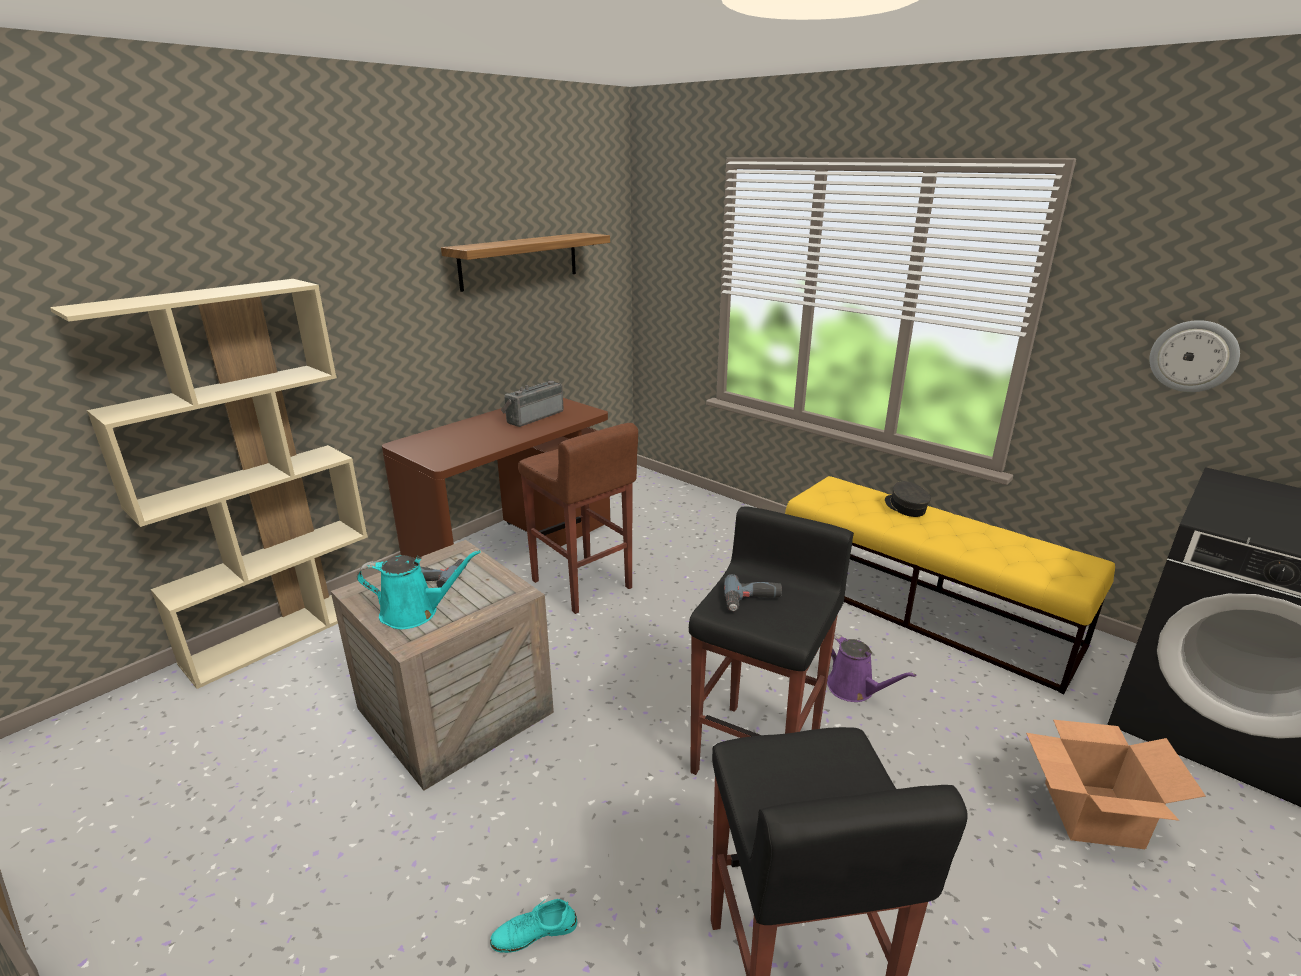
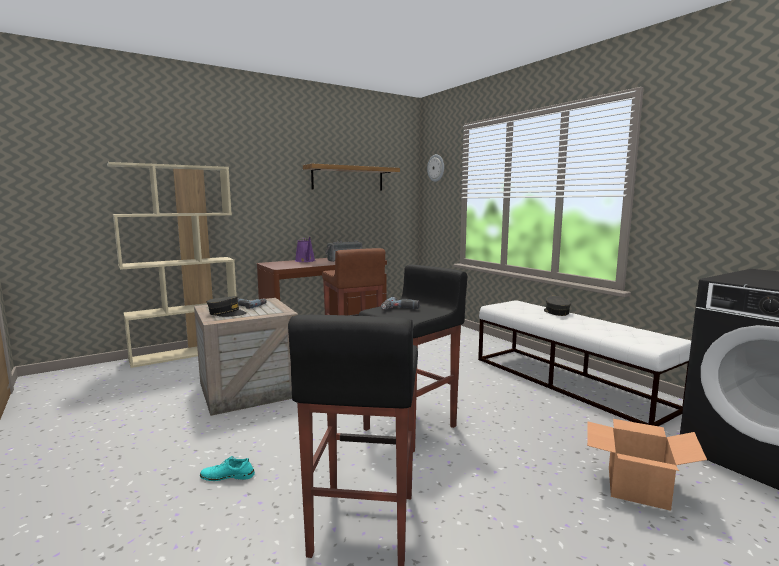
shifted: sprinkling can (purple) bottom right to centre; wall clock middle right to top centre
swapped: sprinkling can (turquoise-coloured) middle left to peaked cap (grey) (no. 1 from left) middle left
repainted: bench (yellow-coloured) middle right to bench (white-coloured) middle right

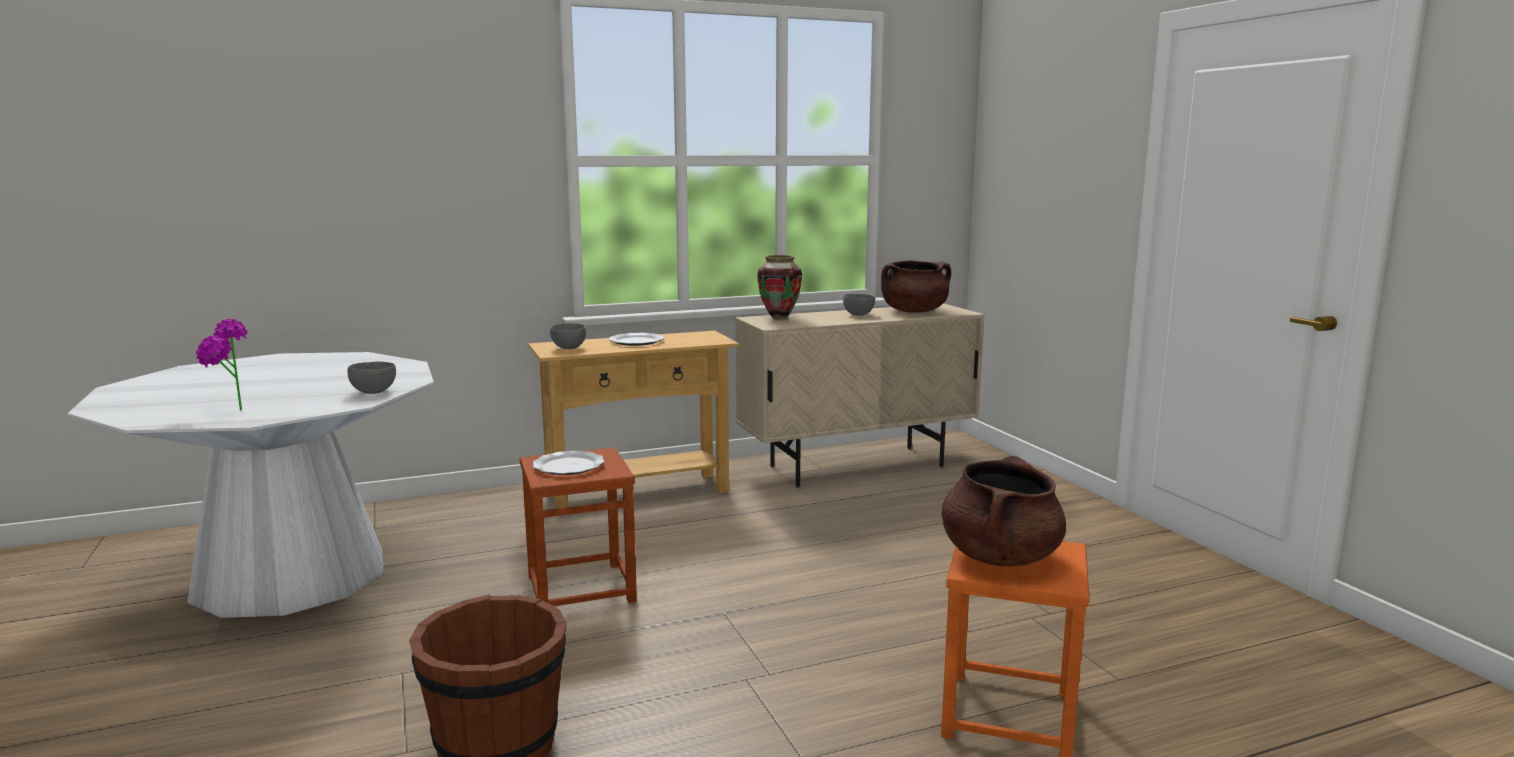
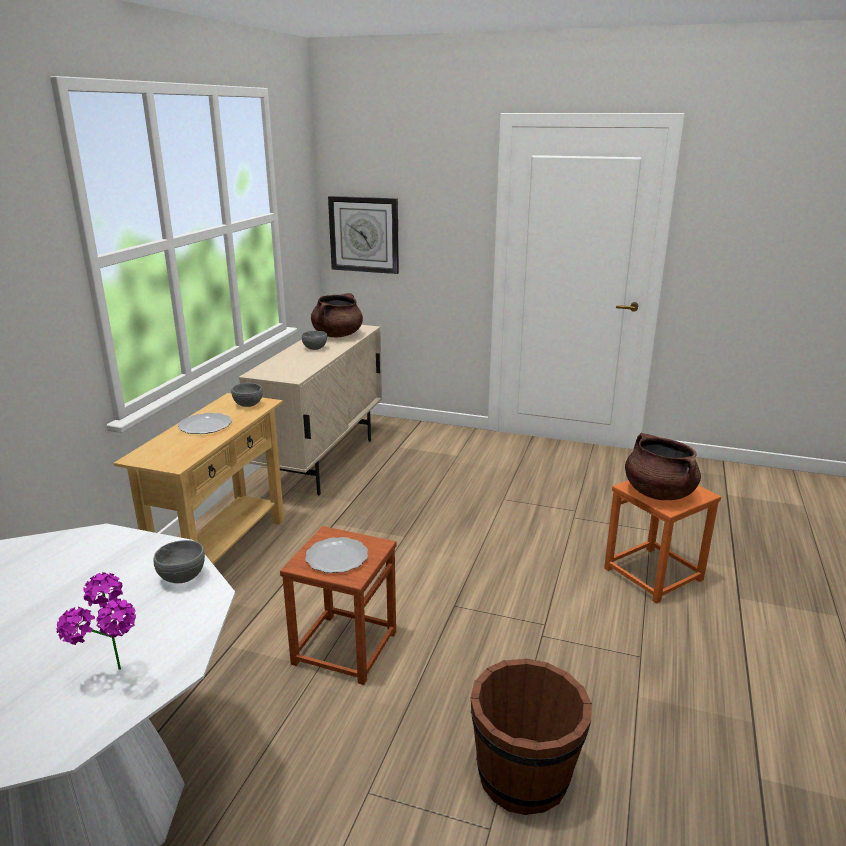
gone: vase centre
new: wall clock top centre
shifted: bowl (grey) (no. 2 from left) centre to middle left

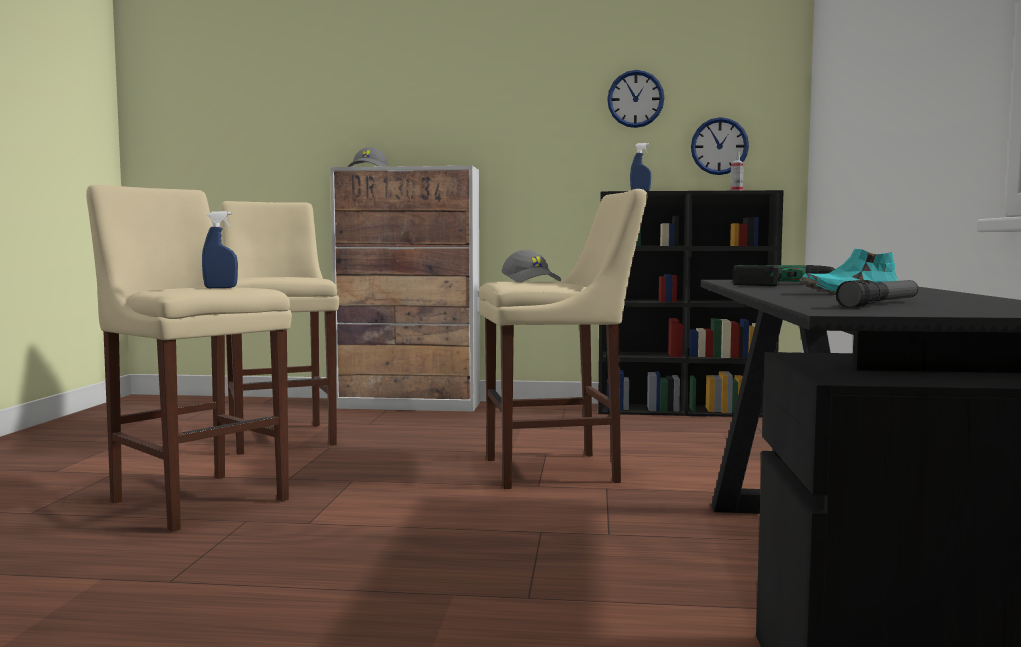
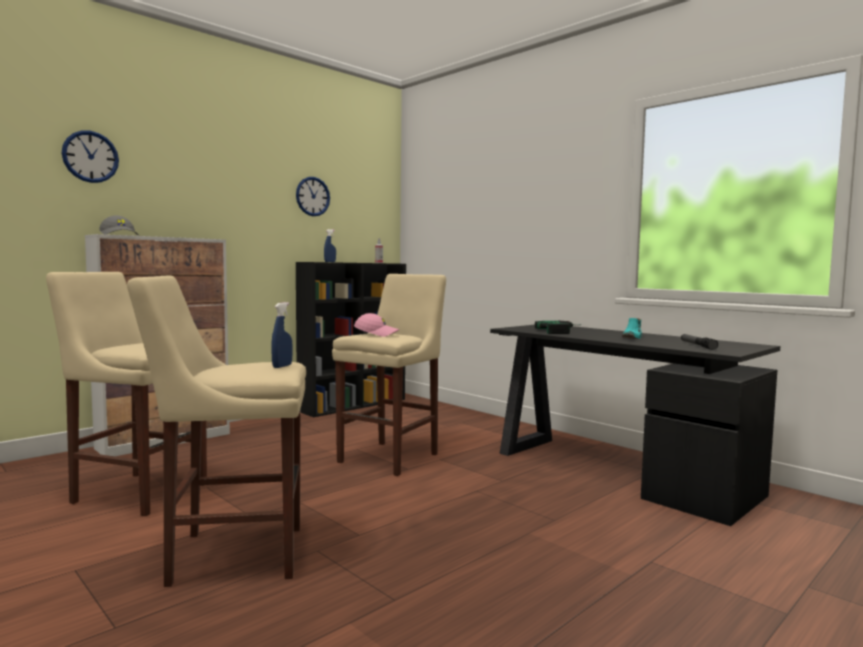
shifted: wall clock (no. 2 from left in the first image) top right to wall clock (no. 1 from left) top left
repainted: peaked cap (grey) (no. 2 from left) centre to peaked cap (pink) centre

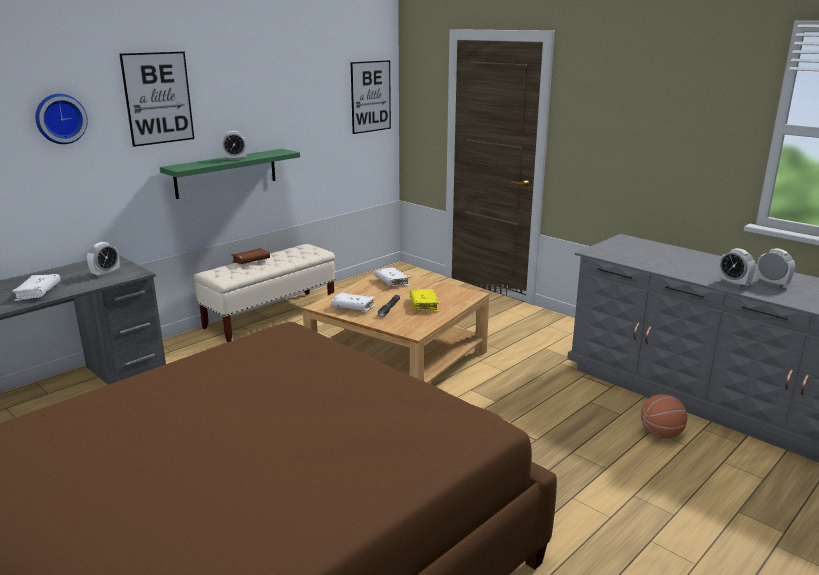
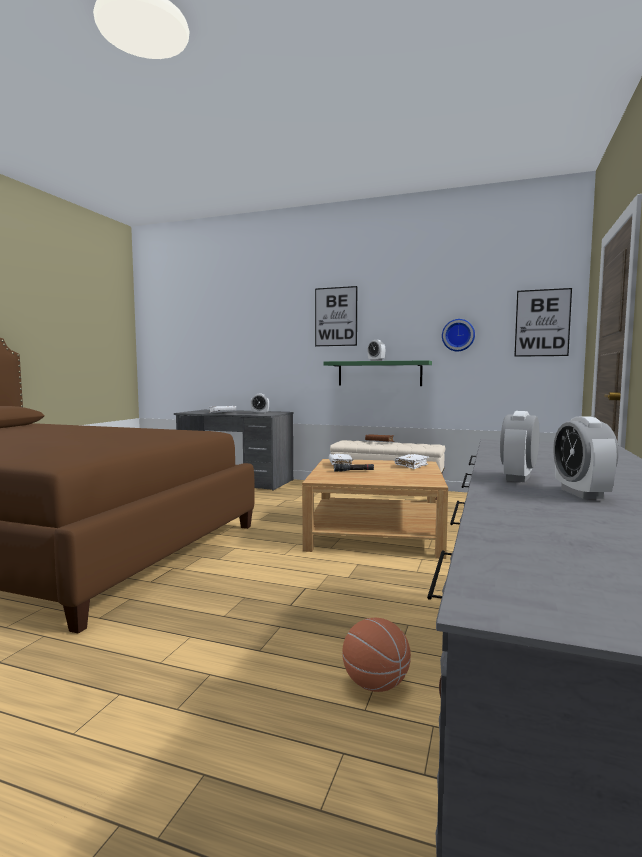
gone: volume (yellow-coloured) centre
shifted: wall clock top left to middle right
rotated: bedside clock (no. 4 from left) middle right = middle right 150 degrees clockwise

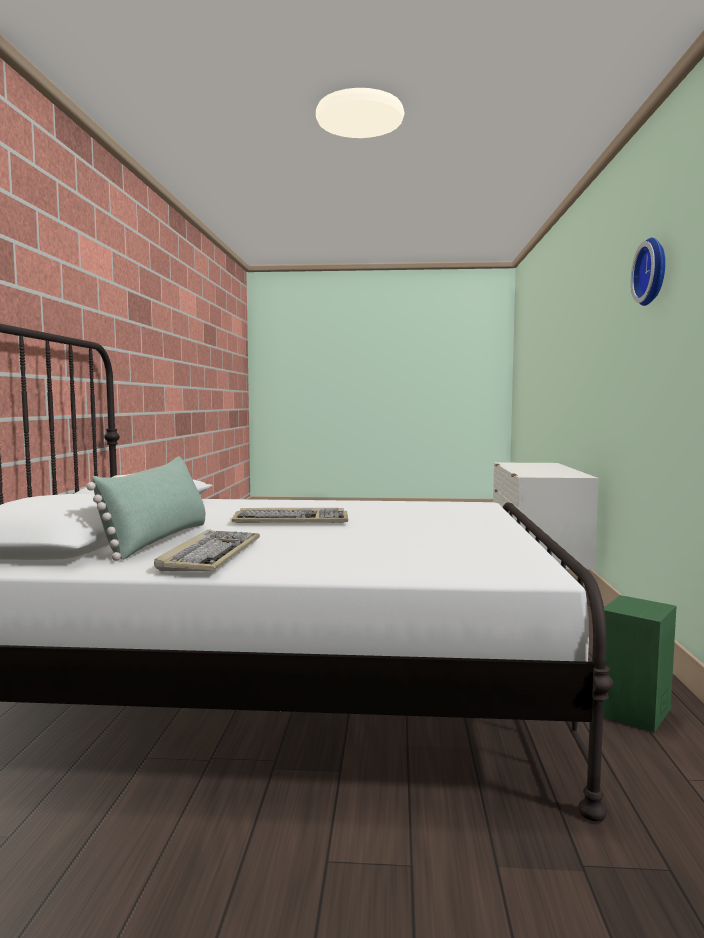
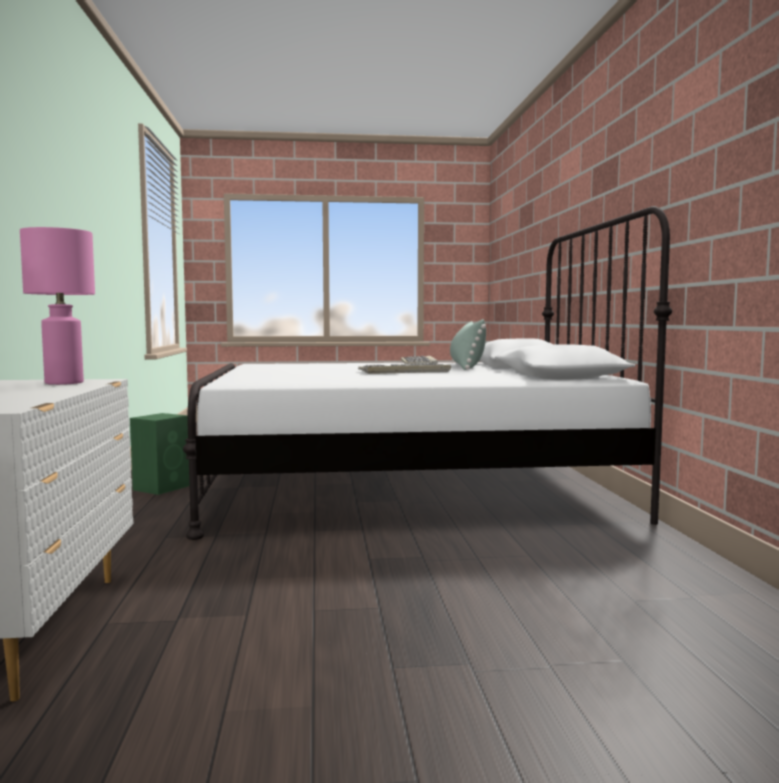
gone: wall clock top right
new: lamp for a table (pink) middle left

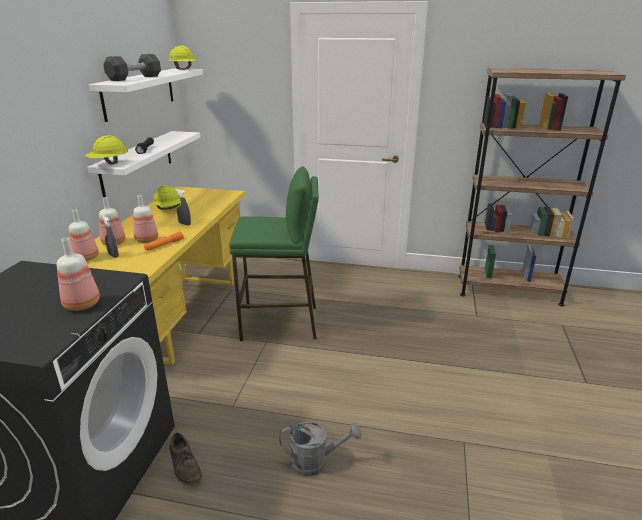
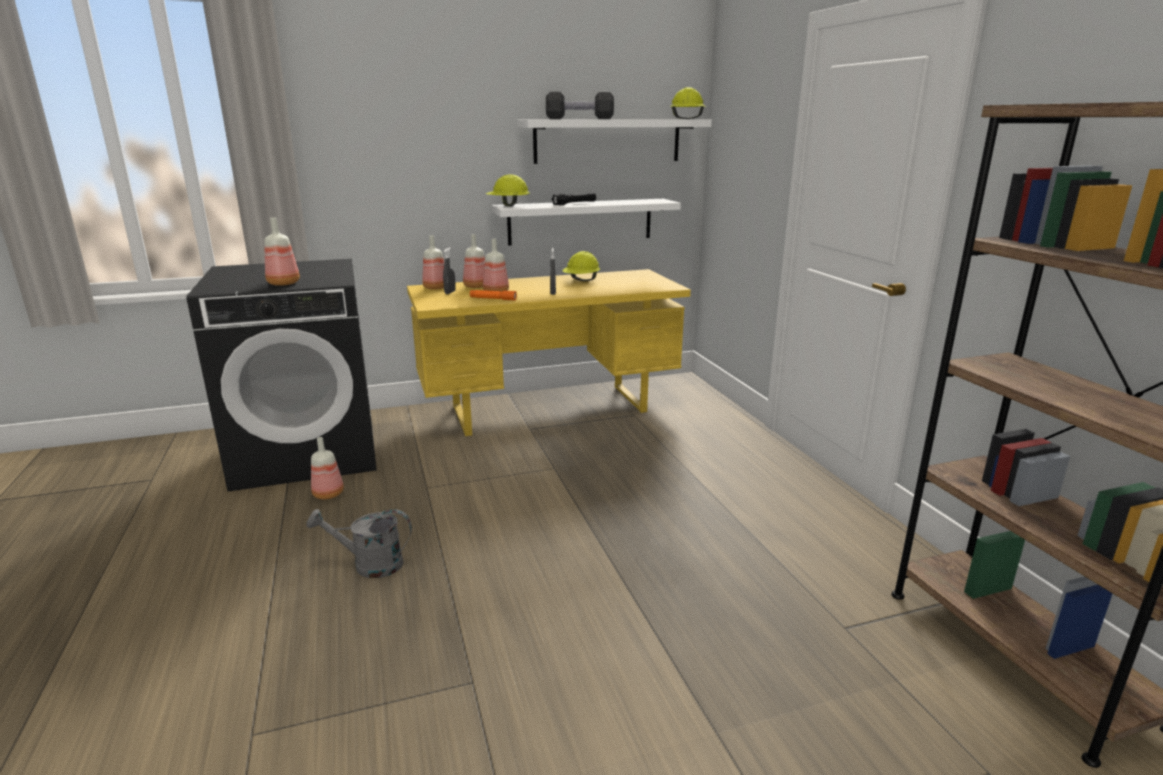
gone: stool seat (greenish) centre
swapped: low shoe (brown-coloured) bottom left to beverage bottle (no. 2 from left) middle left
rotated: sprinkling can (grey) bottom centre = bottom left 120 degrees clockwise

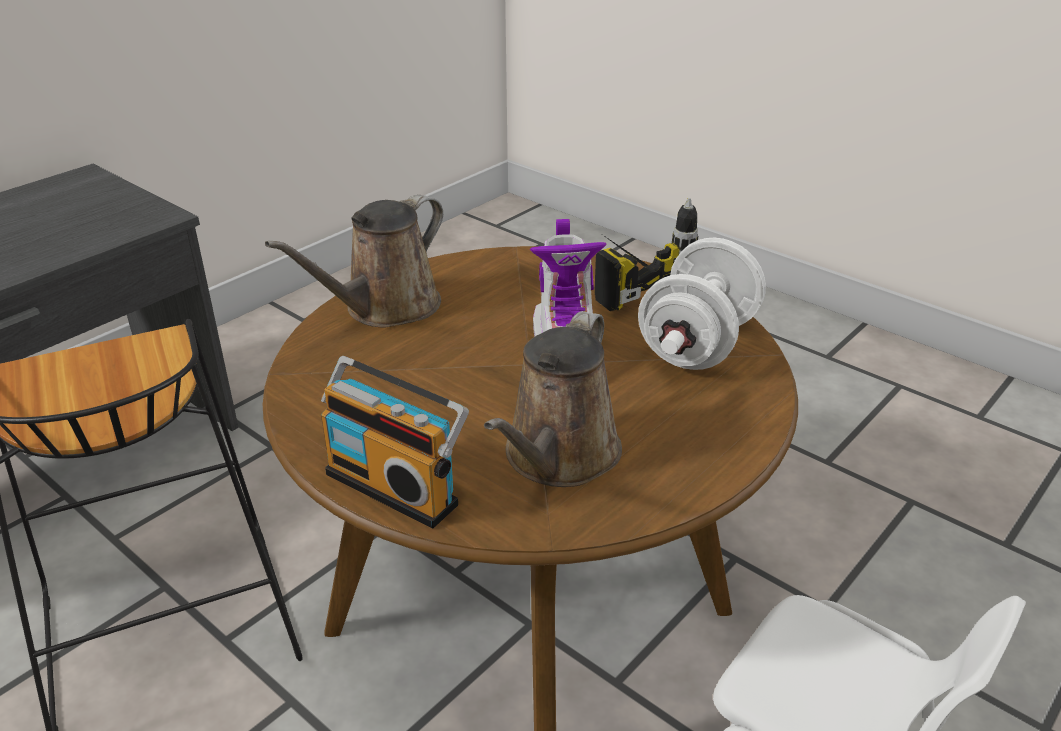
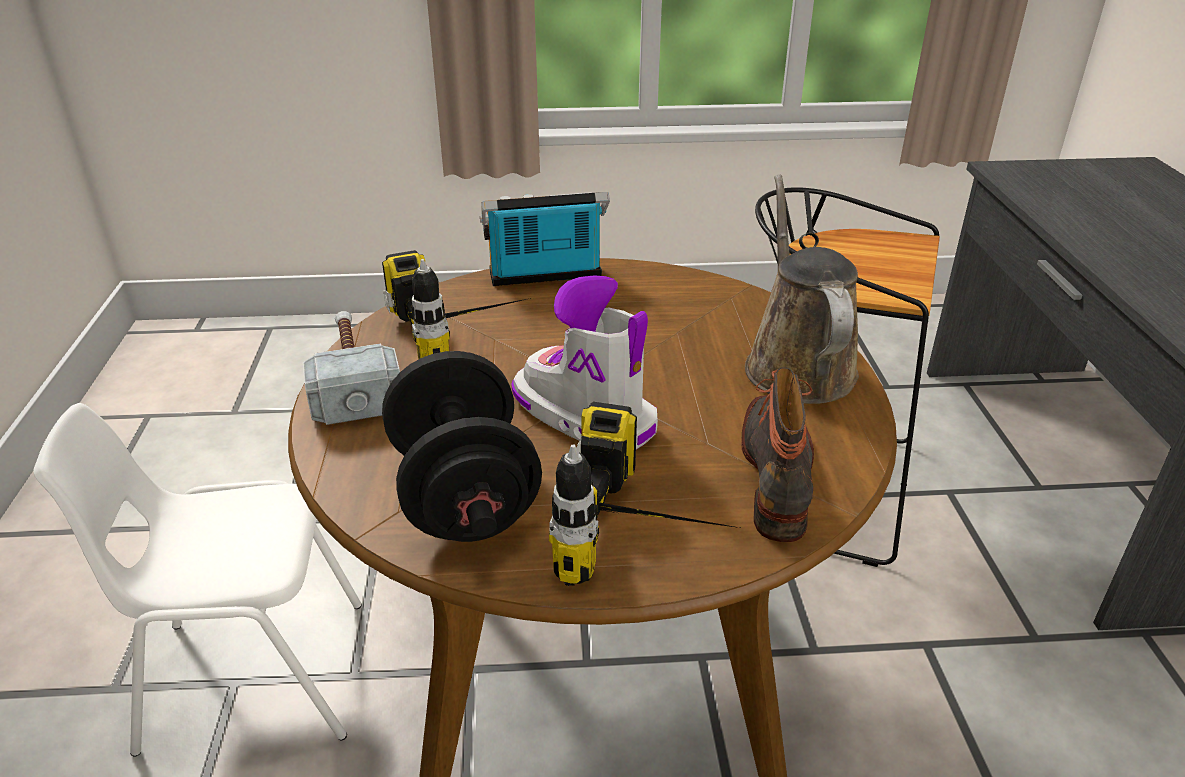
new: hand hammer middle left; boot (no. 2 from left) centre
swapped: sprinkling can (brown-coloured) (no. 2 from left) centre to electric drill (no. 1 from left) centre
repainted: dumbbell (white-coloured) centre to dumbbell (black-coloured) centre

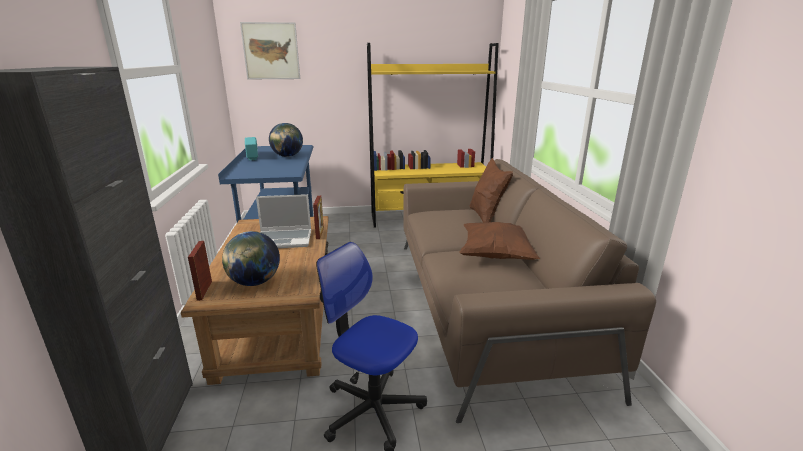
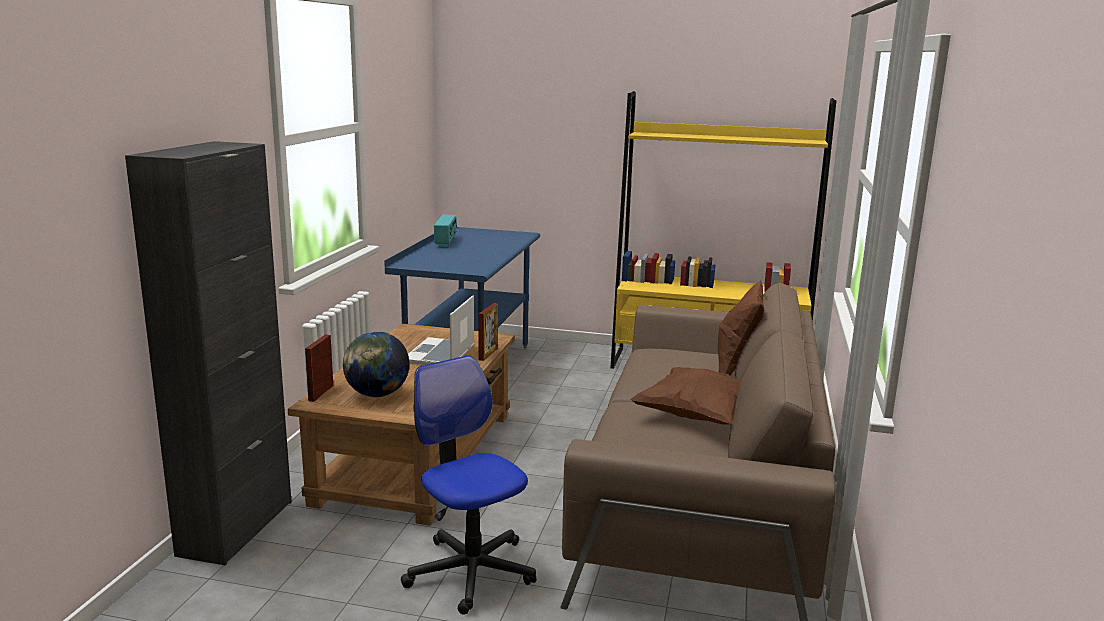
gone: wall art top centre; world globe (no. 2 from left) top centre
rotated: portable computer centre = centre 90 degrees clockwise

